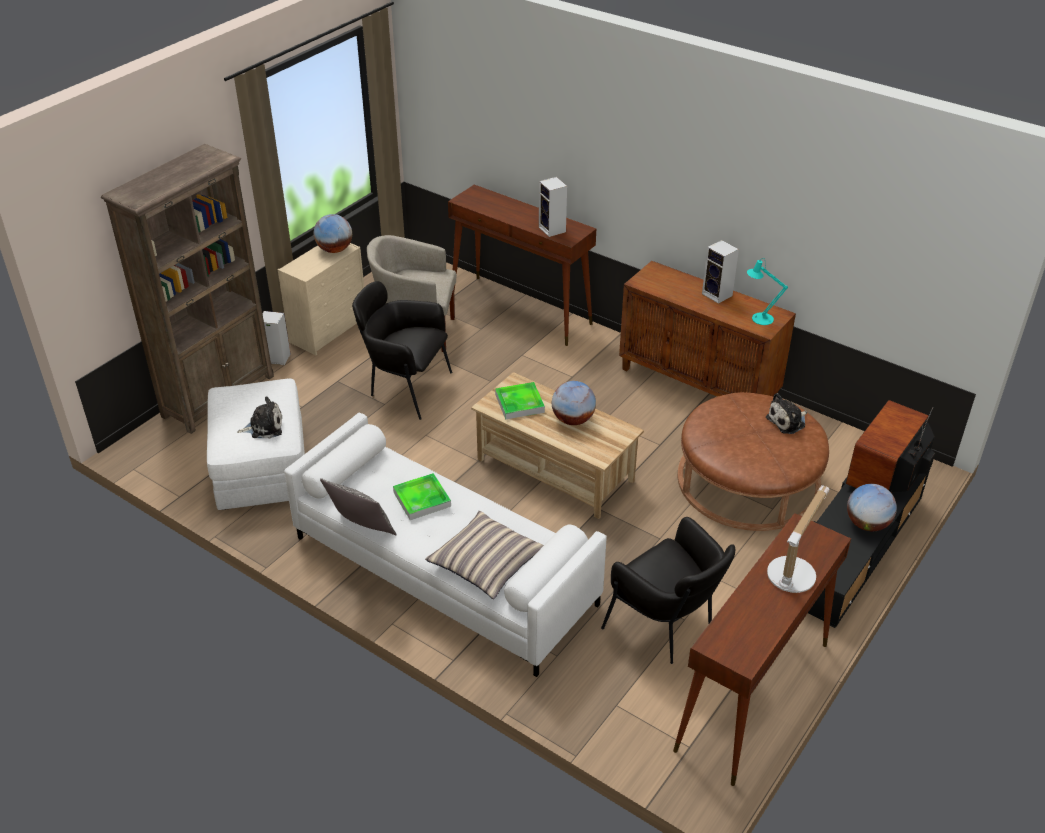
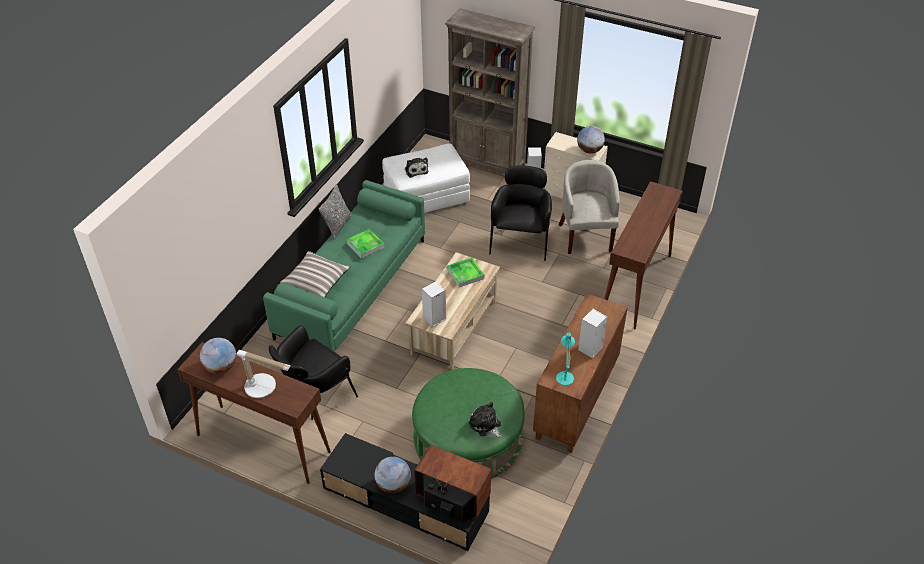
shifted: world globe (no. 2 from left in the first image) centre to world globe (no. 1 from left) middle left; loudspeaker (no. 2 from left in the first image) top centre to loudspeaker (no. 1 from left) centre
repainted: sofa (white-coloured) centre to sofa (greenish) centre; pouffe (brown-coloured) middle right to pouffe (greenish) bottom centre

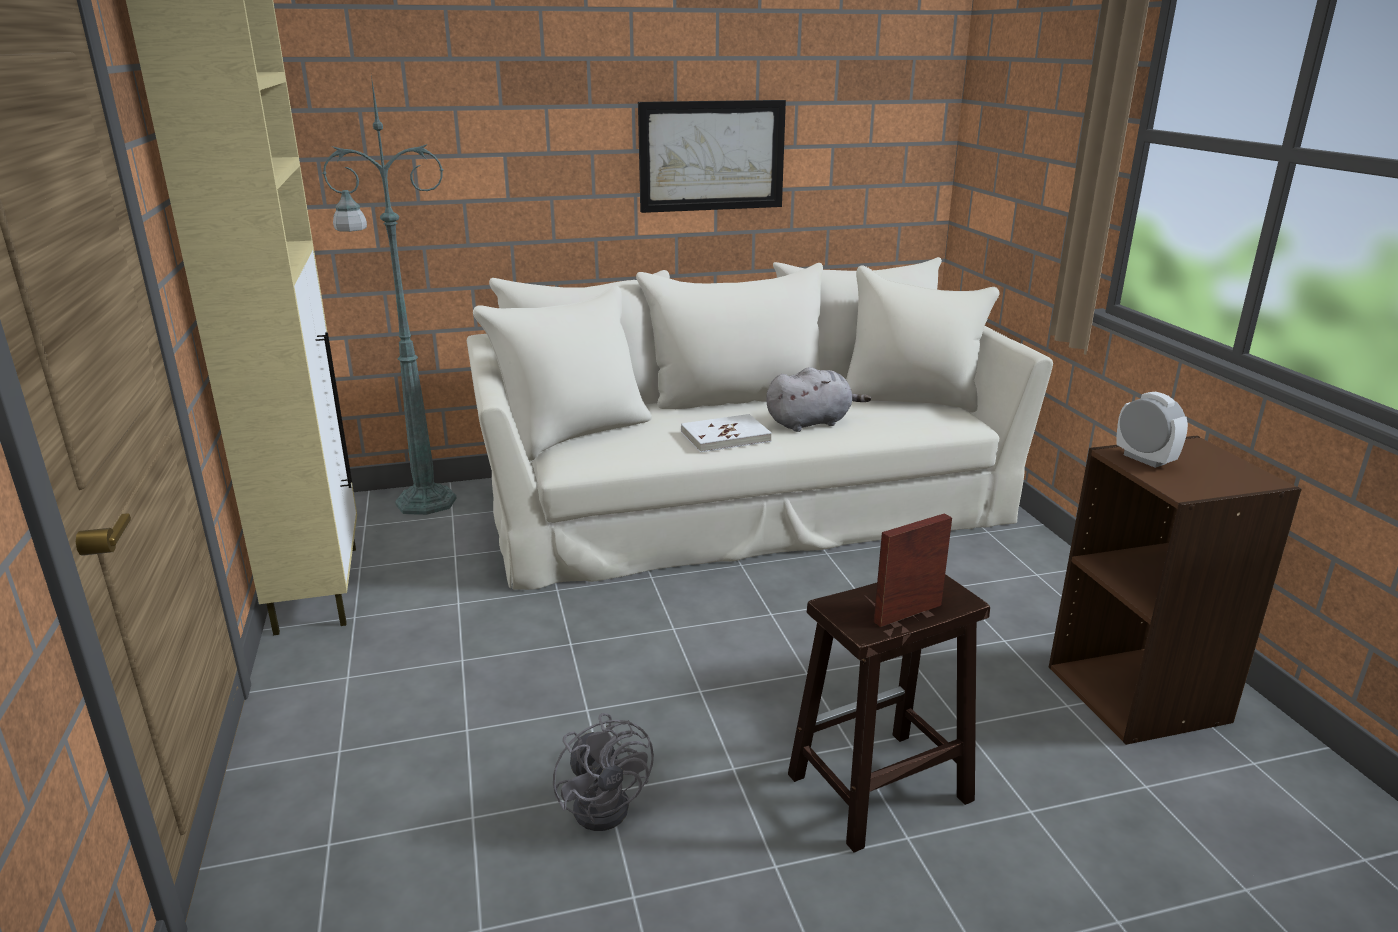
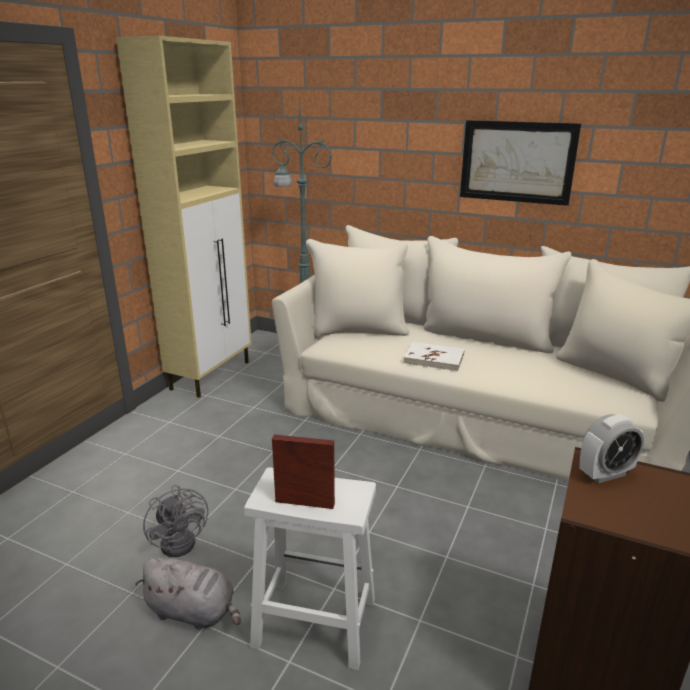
shifted: soft toy (grey) centre to bottom left
repainted: stool seat (brown-coloured) bottom centre to stool seat (white-coloured) bottom centre
rotated: electric fan (grey) bottom centre = bottom left 45 degrees counterclockwise; bedside clock middle right = middle right 60 degrees clockwise

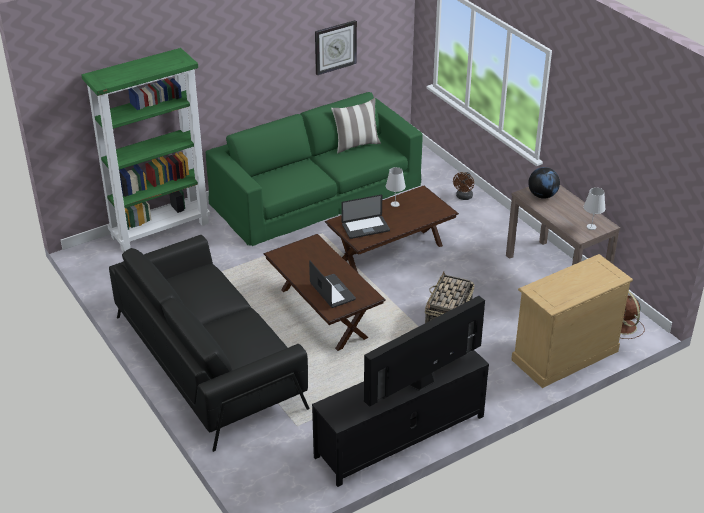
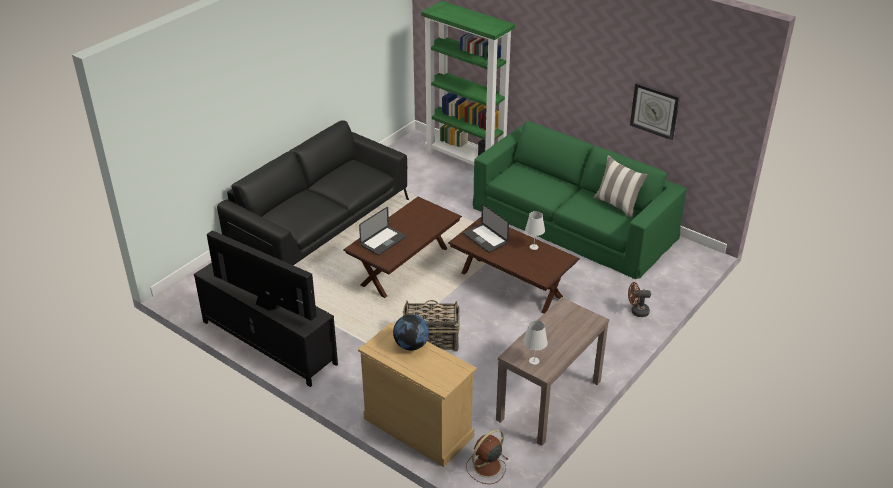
shifted: world globe middle right to bottom centre

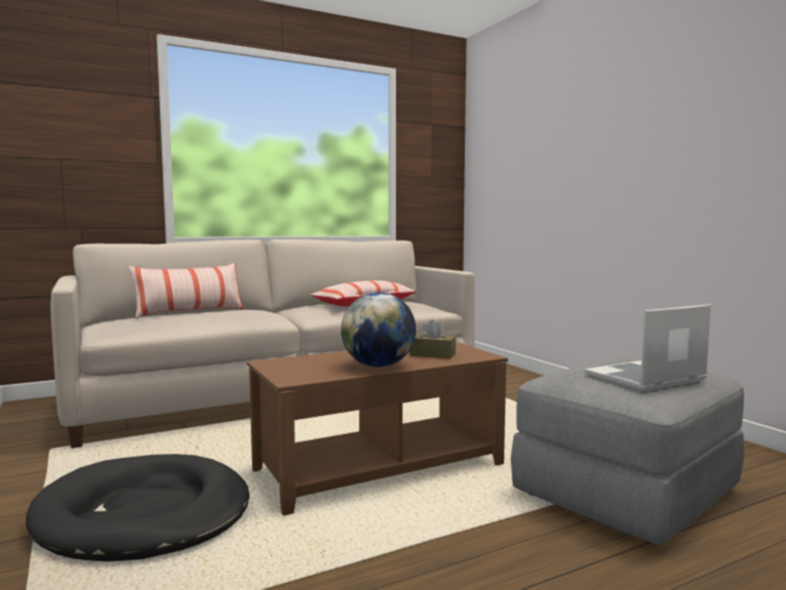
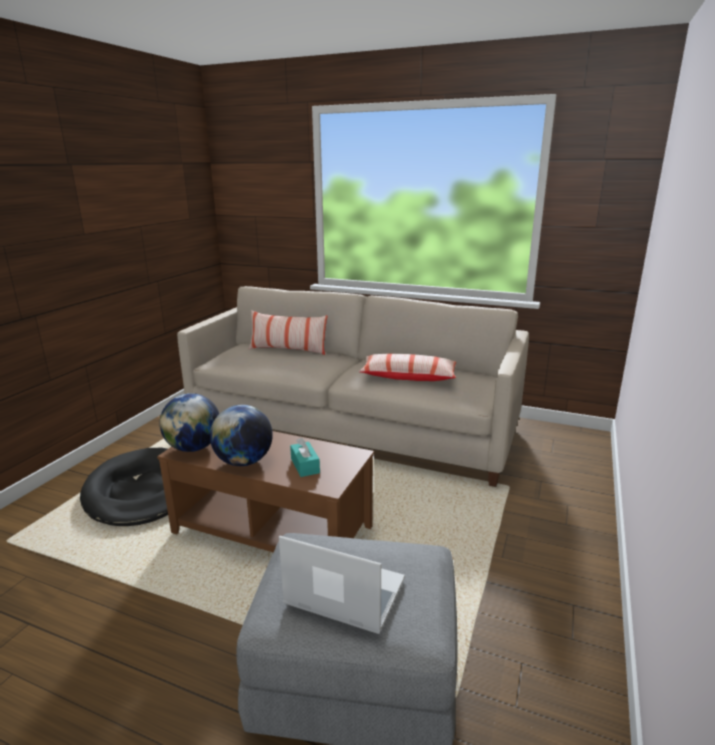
new: world globe (no. 1 from left) middle left
repainted: tissue box (brown-coloured) centre to tissue box (turquoise-coloured) centre

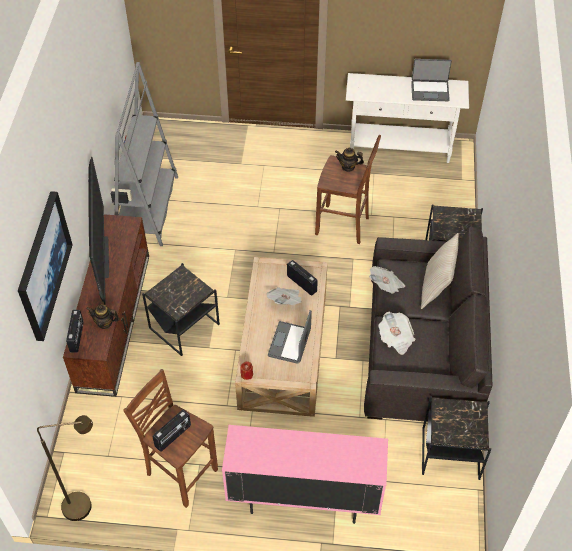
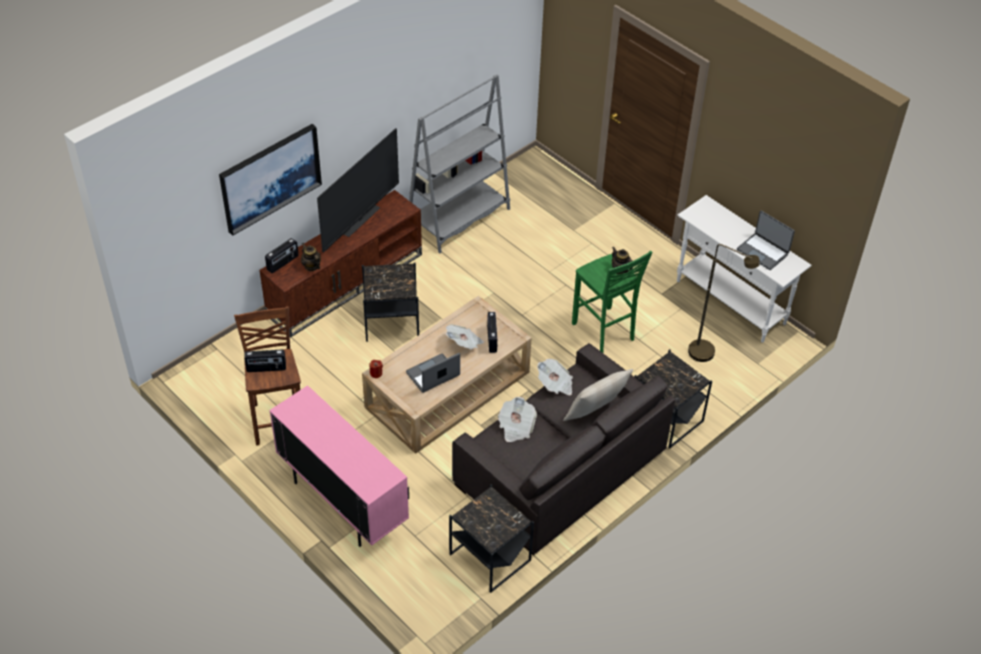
shifted: floor lamp (brown-coloured) bottom left to middle right
repainted: stool seat (brown-coloured) (no. 2 from left) centre to stool seat (greenish) centre

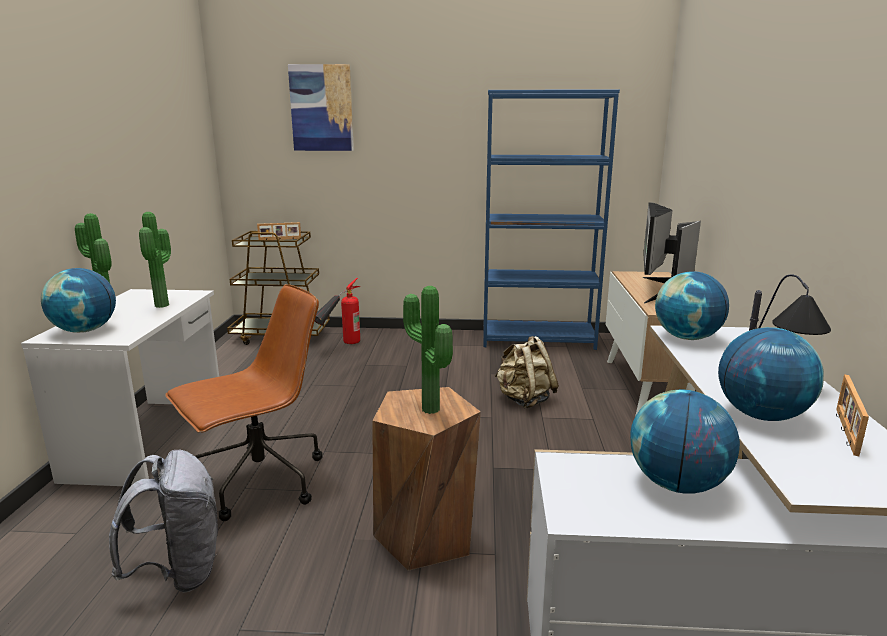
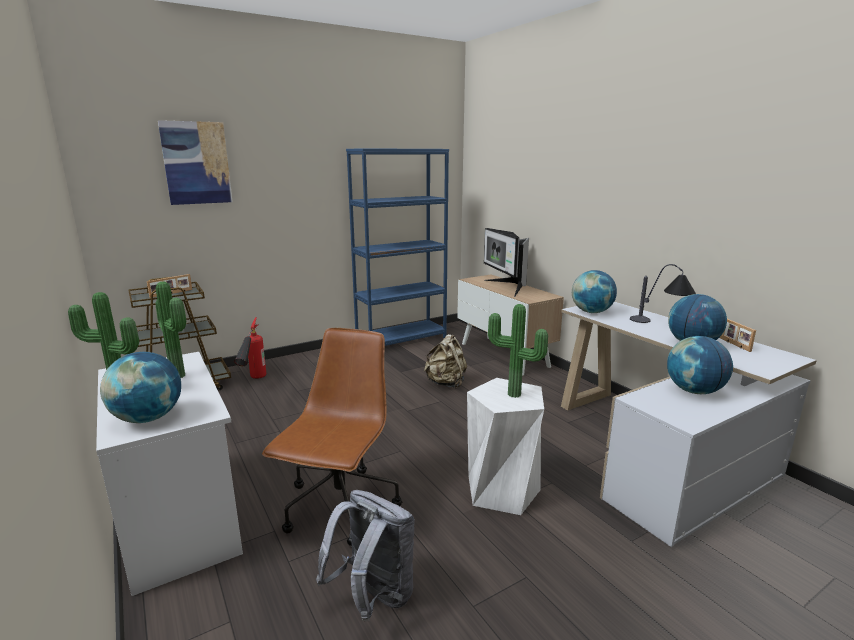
repainted: stool seat (brown-coloured) bottom centre to stool seat (white-coloured) bottom centre

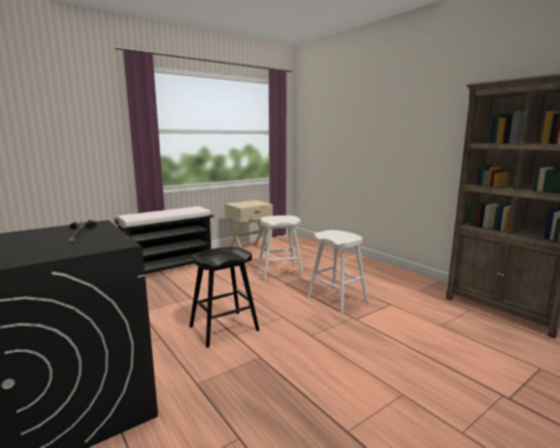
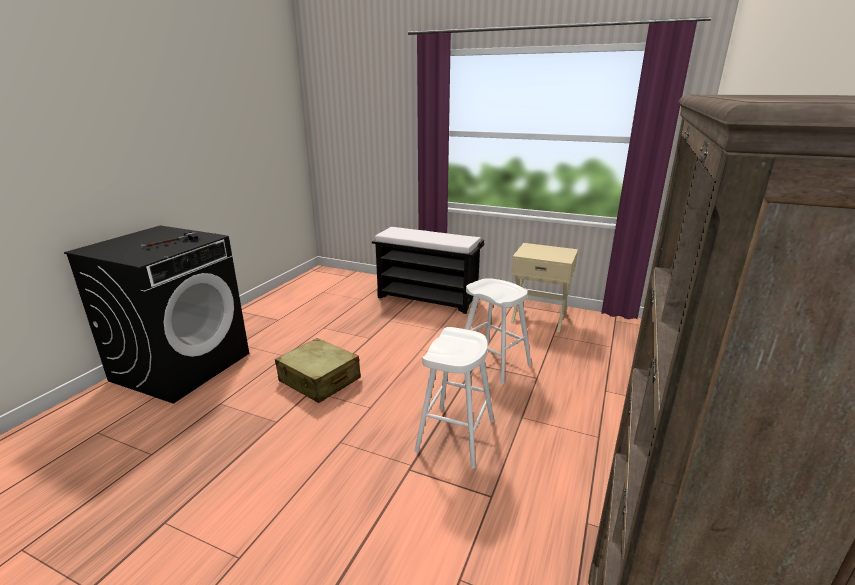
swapped: stool seat (black-coloured) centre to travel case (sand-coloured) centre

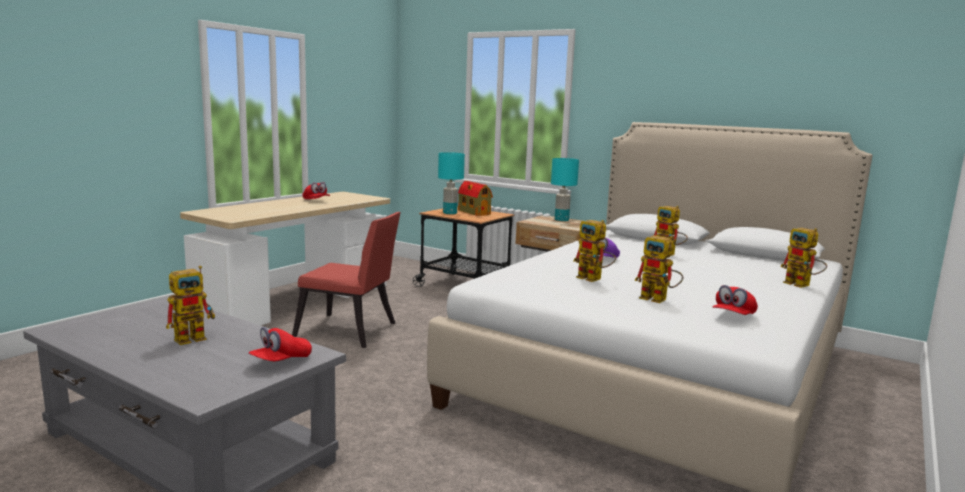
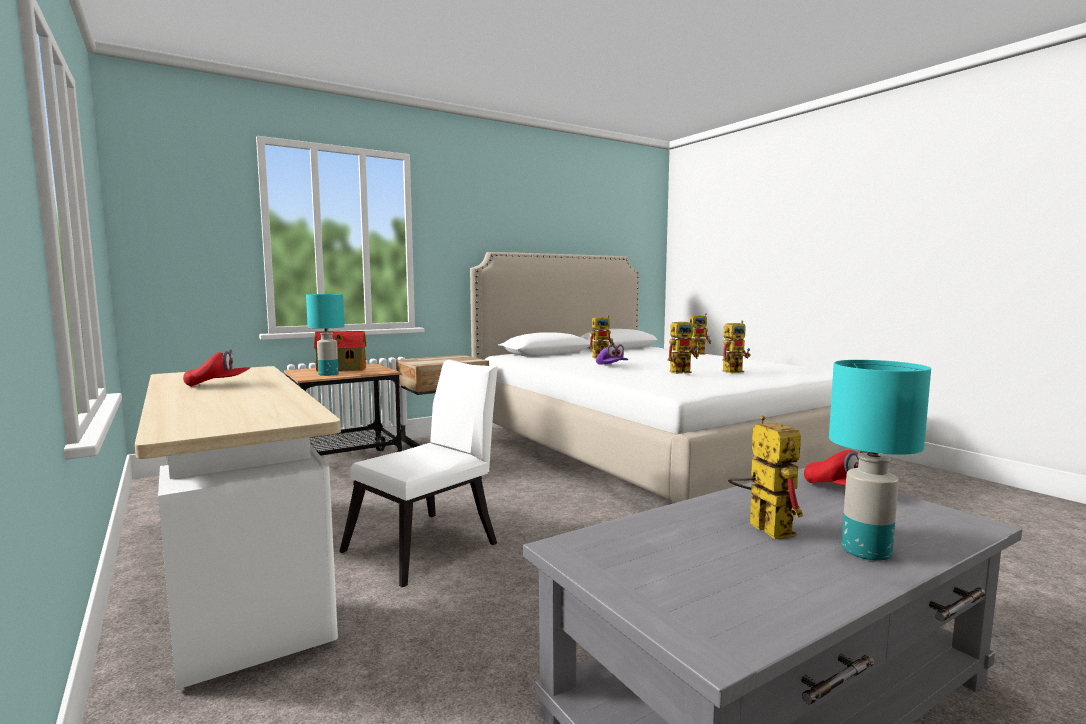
gone: peaked cap (reddish) (no. 3 from left) middle right
shifted: lamp for a table (turquoise-coloured) (no. 2 from left) centre to middle right
repainted: upright chair (reddish) centre to upright chair (white-coloured) centre

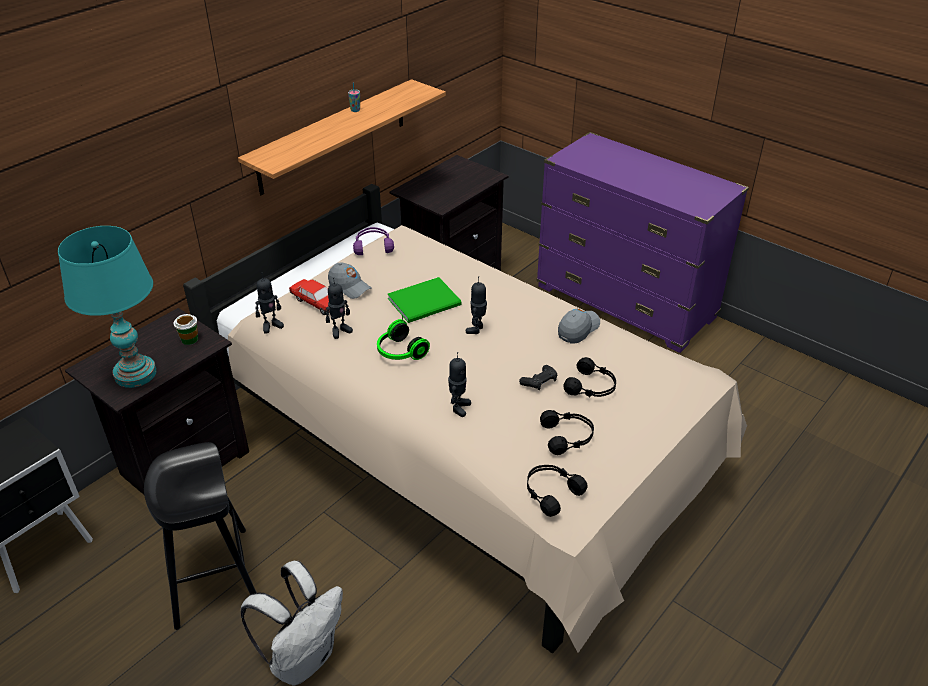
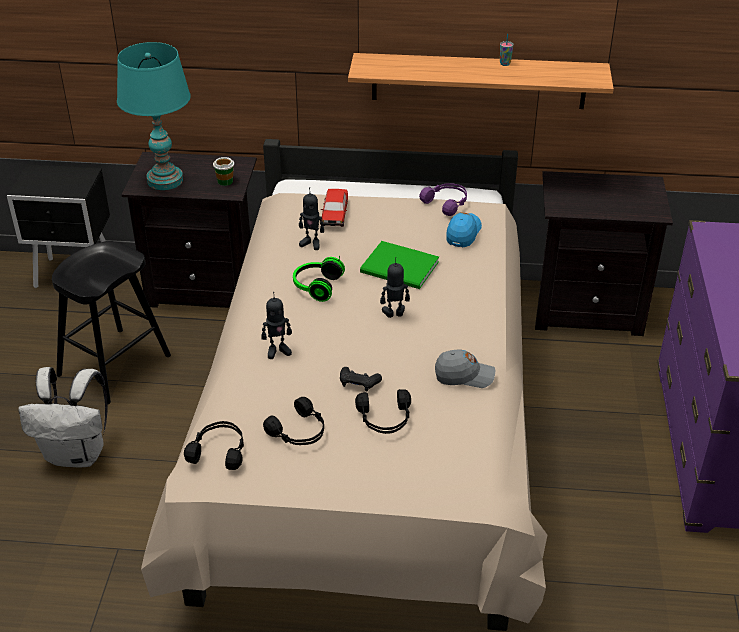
gone: toy robot (no. 1 from left) middle left; peaked cap (grey) (no. 1 from left) centre
new: peaked cap (bluish) centre

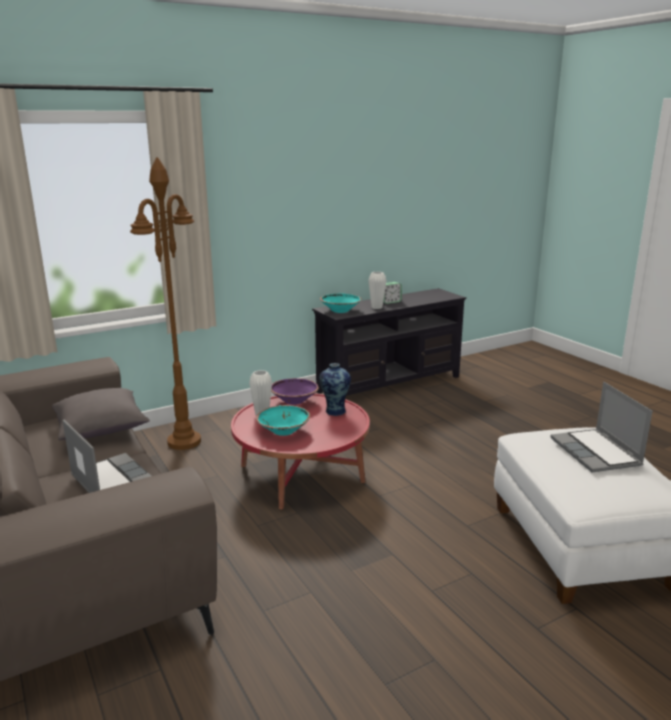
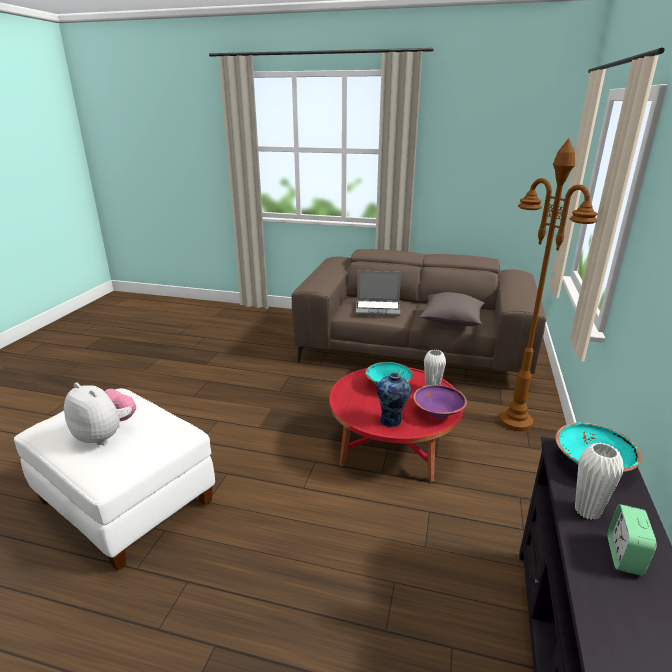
swapped: portable computer (no. 2 from left) middle right to soft toy middle left

